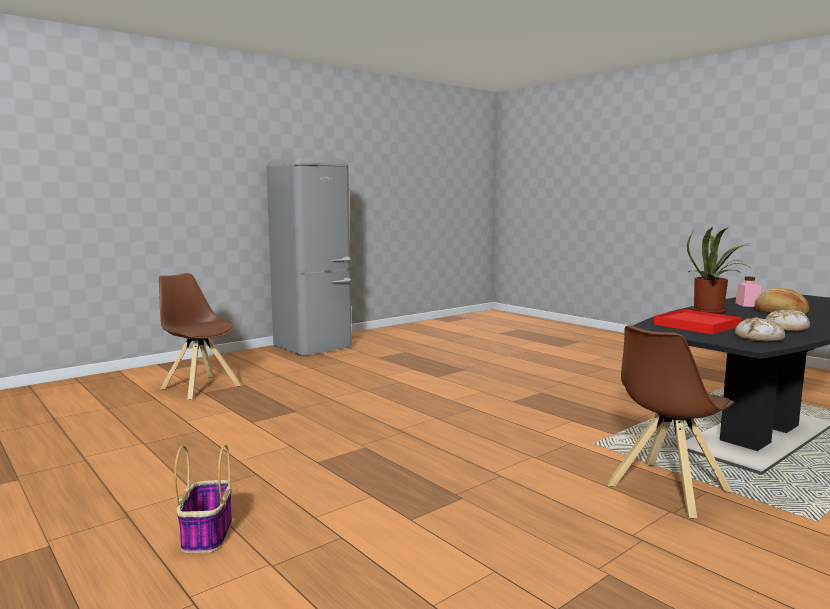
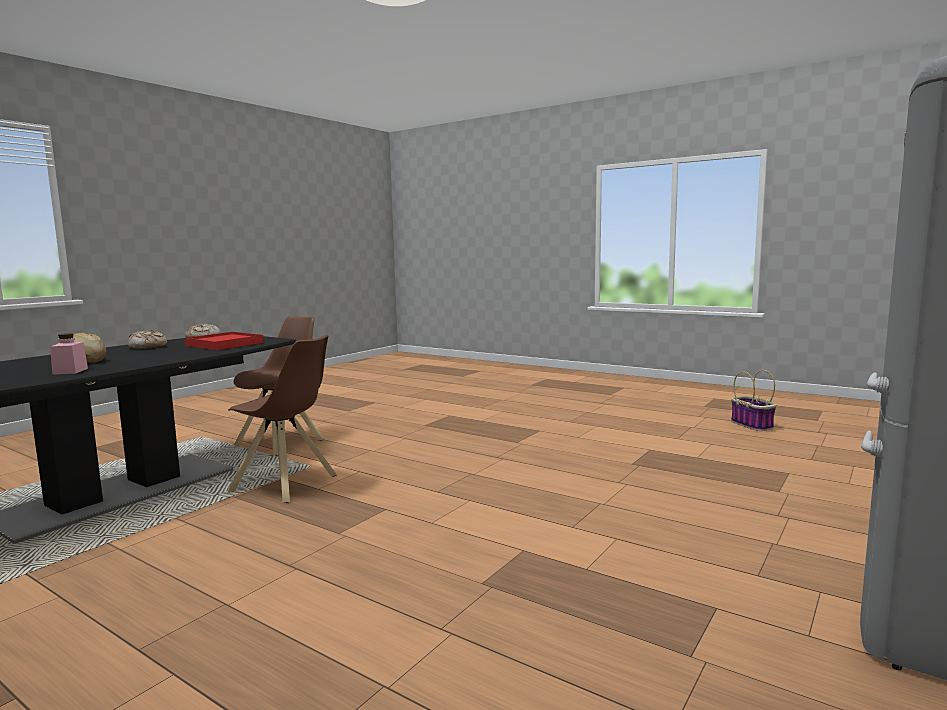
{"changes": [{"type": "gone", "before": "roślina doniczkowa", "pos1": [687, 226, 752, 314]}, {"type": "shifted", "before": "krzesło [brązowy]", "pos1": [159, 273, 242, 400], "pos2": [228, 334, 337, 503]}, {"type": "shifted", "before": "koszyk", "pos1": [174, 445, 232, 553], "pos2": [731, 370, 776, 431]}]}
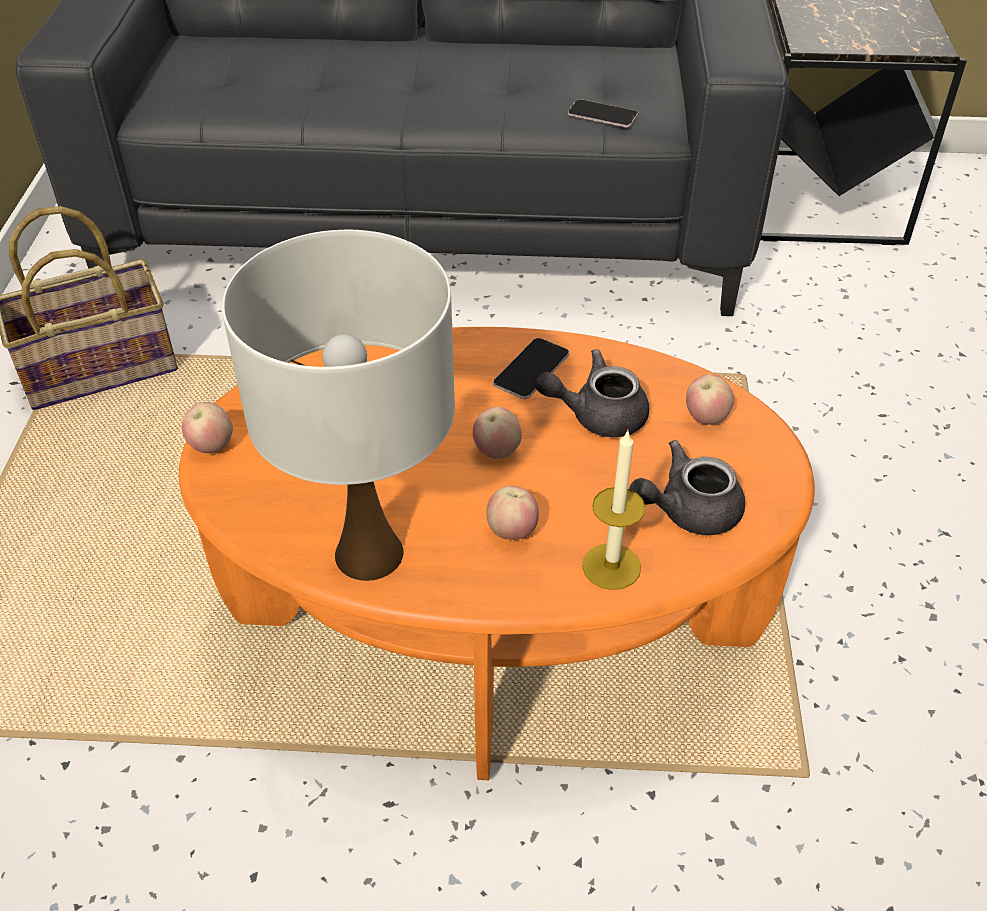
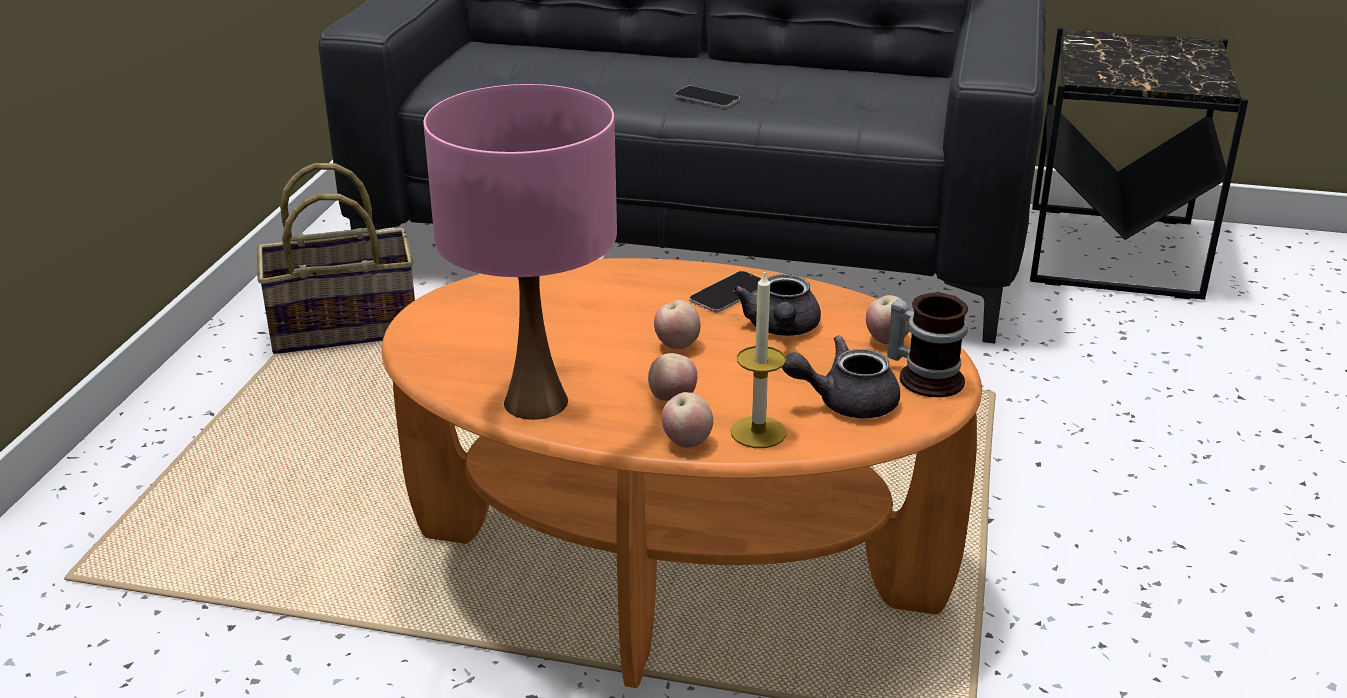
{"changes": [{"type": "shifted", "before": "telefon", "pos1": [568, 99, 638, 127], "pos2": [674, 86, 740, 108]}, {"type": "repainted", "before": "lampa stołowa [biały]", "after": "lampa stołowa [różowy]", "pos1": [222, 230, 455, 581], "pos2": [423, 84, 617, 420]}, {"type": "rotated", "before": "imbryk [szary]", "pos1": [535, 349, 649, 437], "pos2": [733, 274, 821, 336], "turn": -90}, {"type": "shifted", "before": "jabłko", "pos1": [182, 402, 233, 453], "pos2": [662, 392, 713, 448]}, {"type": "new", "after": "kubek", "pos2": [887, 293, 968, 397]}]}
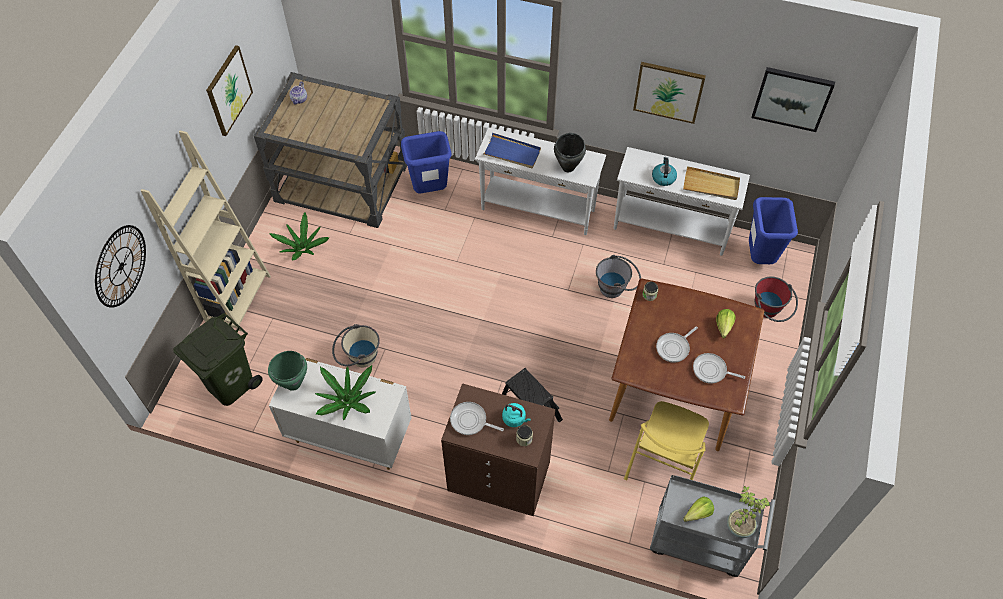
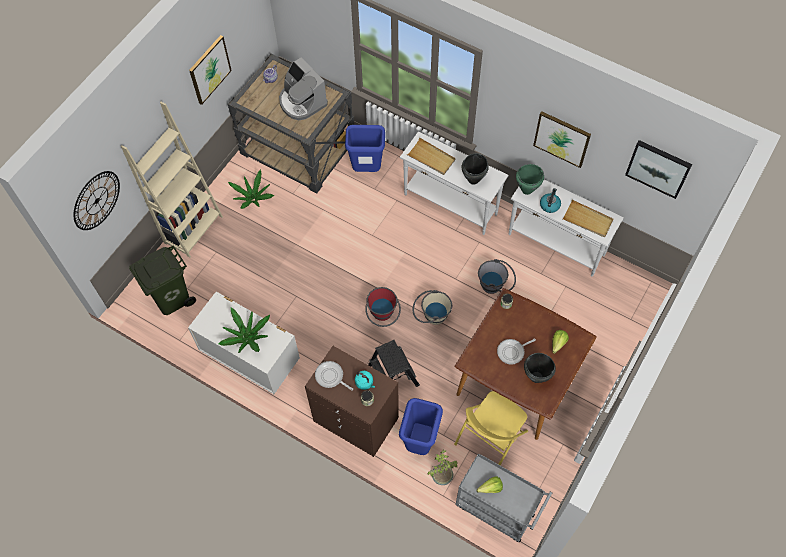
{"changes": [{"type": "repainted", "before": "taca [niebieski]", "after": "taca [beżowy]", "pos1": [484, 133, 541, 168], "pos2": [406, 137, 456, 175]}, {"type": "shifted", "before": "kosz na śmieci [niebieski]", "pos1": [749, 197, 798, 264], "pos2": [399, 398, 443, 455]}, {"type": "shifted", "before": "wiadro [czerwony]", "pos1": [755, 277, 798, 322], "pos2": [365, 287, 401, 327]}, {"type": "shifted", "before": "wiadro [beżowy]", "pos1": [332, 324, 380, 368], "pos2": [412, 290, 452, 325]}, {"type": "shifted", "before": "garnek [zielony]", "pos1": [268, 351, 307, 391], "pos2": [516, 164, 544, 195]}, {"type": "swapped", "before": "patelnia", "after": "garnek [czarny]", "pos1": [693, 353, 745, 384], "pos2": [524, 353, 556, 383]}, {"type": "shifted", "before": "roślina doniczkowa", "pos1": [727, 486, 770, 538], "pos2": [427, 449, 458, 485]}, {"type": "new", "after": "ekspres do kawy", "pos2": [279, 57, 328, 120]}]}
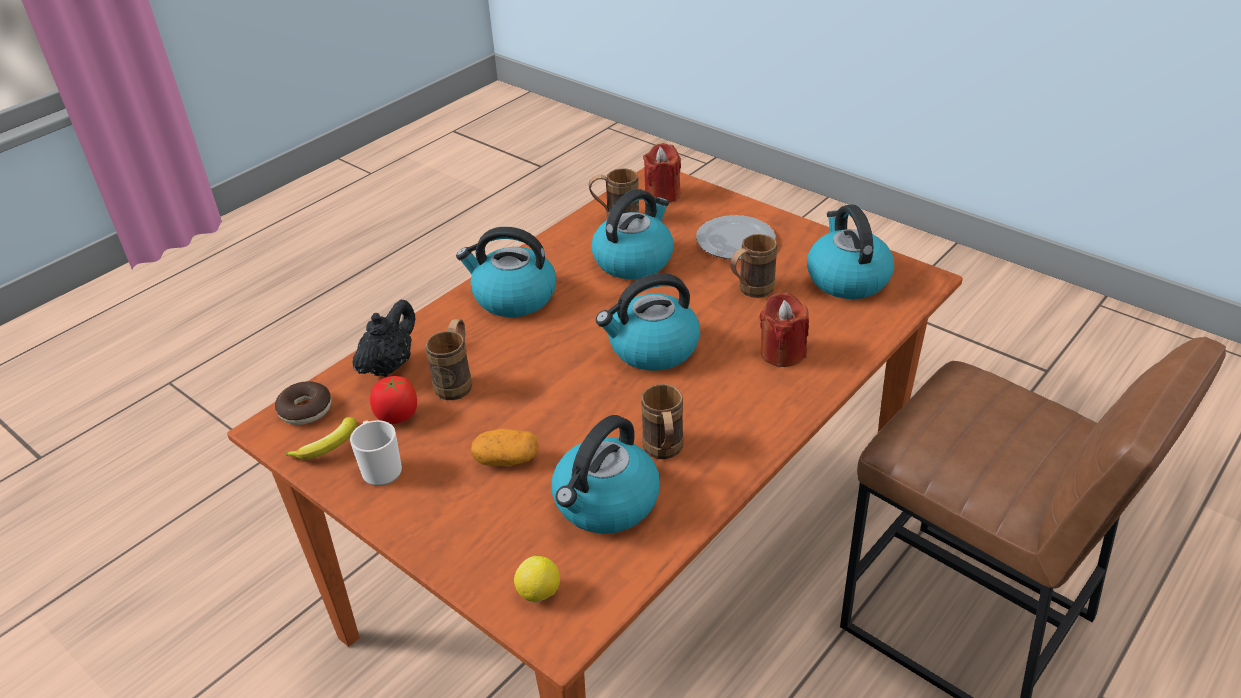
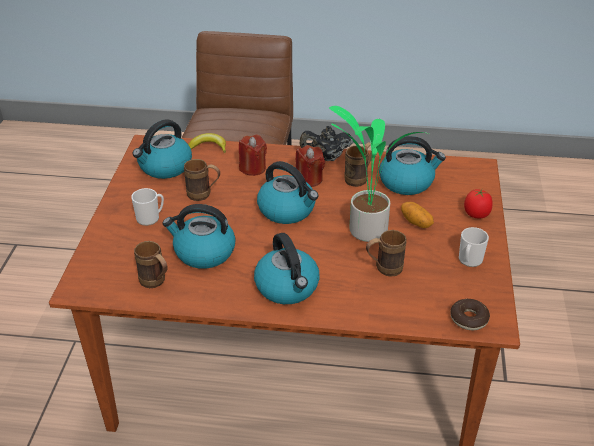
{"changes": [{"type": "shifted", "before": "świeca [czerwony]", "pos1": [643, 143, 681, 203], "pos2": [296, 145, 325, 187]}, {"type": "swapped", "before": "talerz", "after": "kubek", "pos1": [696, 215, 776, 260], "pos2": [131, 188, 164, 226]}, {"type": "shifted", "before": "imbryk [czarny]", "pos1": [353, 299, 415, 377], "pos2": [299, 126, 353, 161]}, {"type": "shifted", "before": "pomidor", "pos1": [370, 375, 417, 424], "pos2": [464, 189, 493, 219]}, {"type": "shifted", "before": "banan", "pos1": [284, 417, 357, 459], "pos2": [188, 133, 226, 153]}, {"type": "gone", "before": "cytryna", "pos1": [514, 556, 560, 603]}, {"type": "new", "after": "roślina doniczkowa", "pos2": [329, 106, 429, 242]}]}
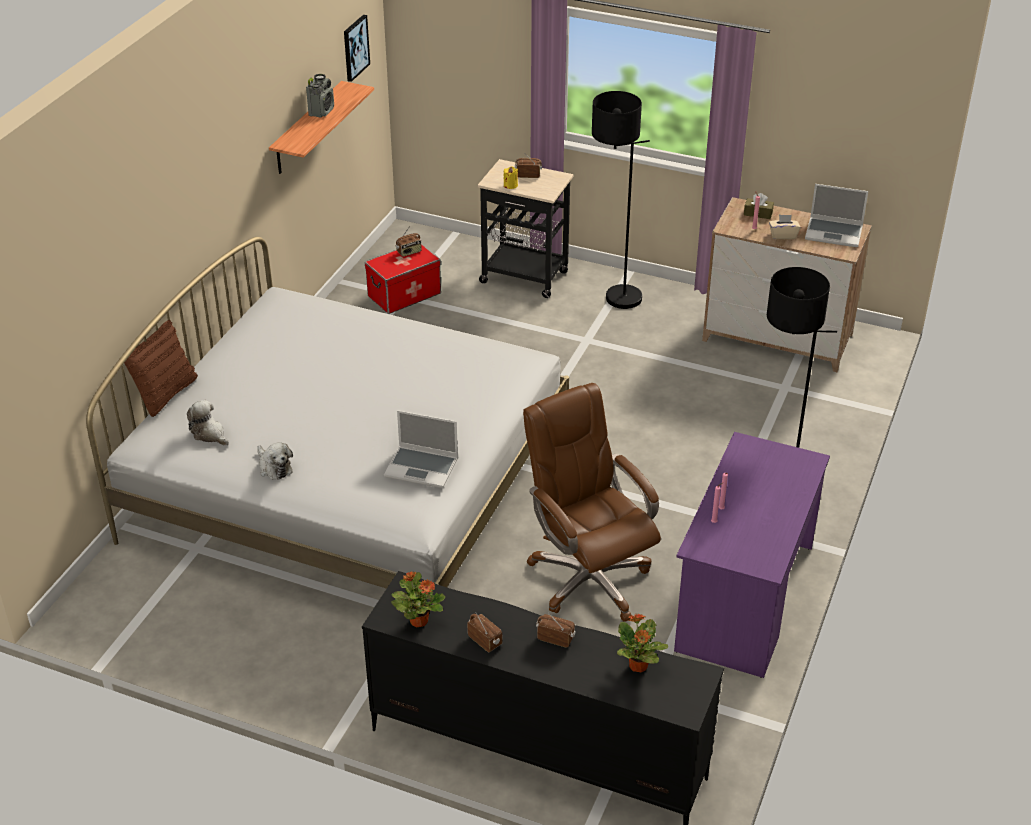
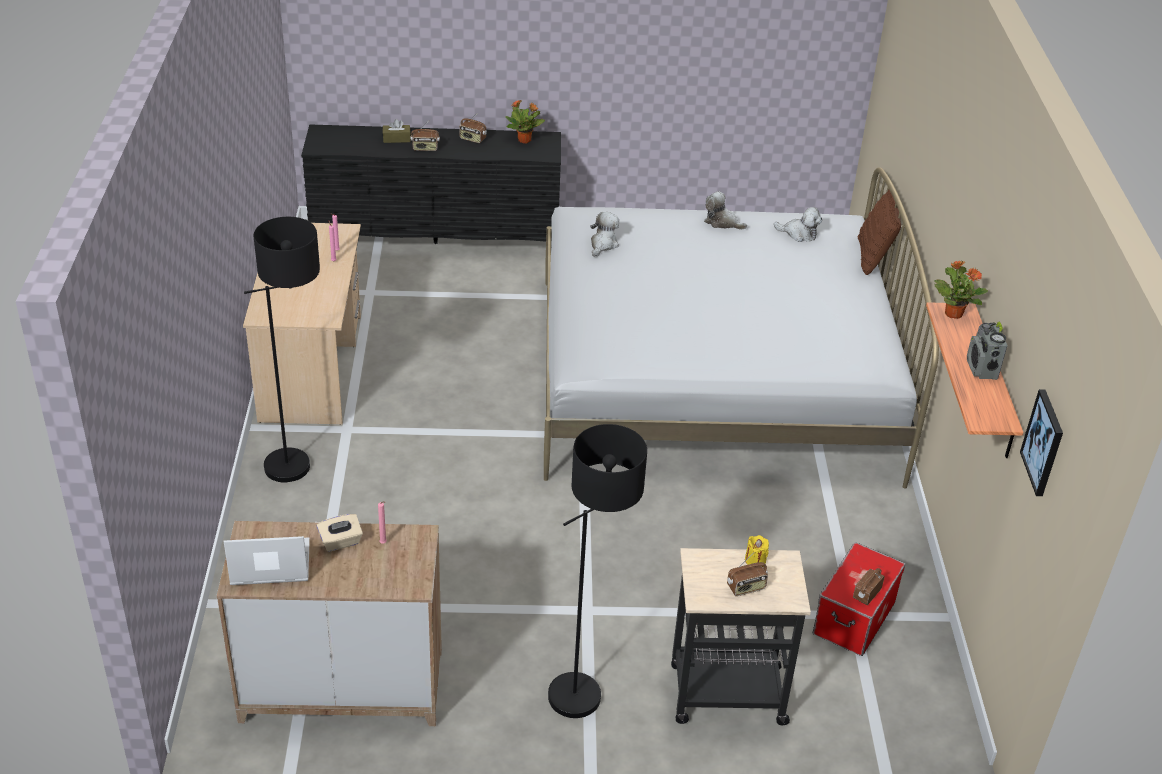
{"changes": [{"type": "shifted", "before": "pudełko chusteczek [brązowy]", "pos1": [744, 193, 774, 219], "pos2": [383, 119, 411, 143]}, {"type": "gone", "before": "krzesło biurowe [brązowy]", "pos1": [523, 383, 661, 622]}, {"type": "swapped", "before": "laptop", "after": "pluszak", "pos1": [384, 410, 458, 488], "pos2": [590, 212, 619, 257]}, {"type": "repainted", "before": "biurko [fioletowy]", "after": "biurko [beżowy]", "pos1": [674, 432, 830, 678], "pos2": [243, 223, 361, 425]}, {"type": "shifted", "before": "roślina doniczkowa", "pos1": [617, 614, 668, 672], "pos2": [934, 261, 988, 319]}]}
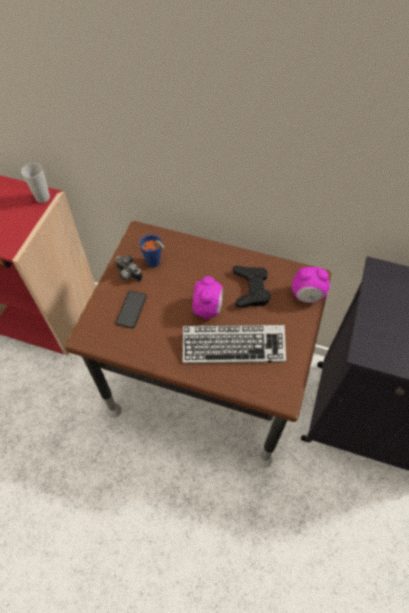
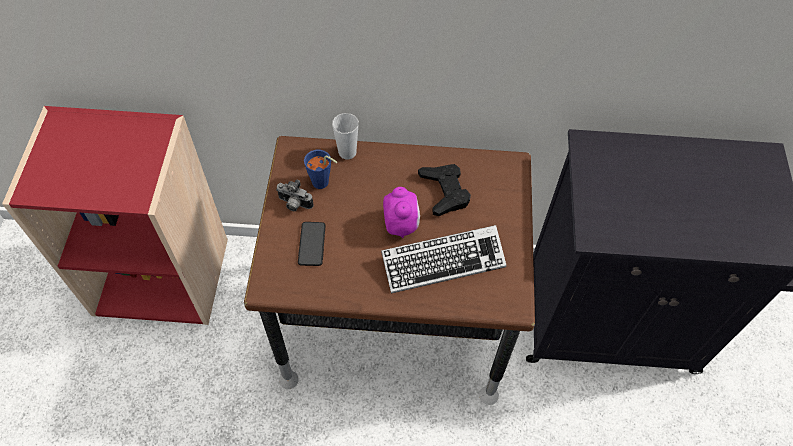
{"changes": [{"type": "shifted", "before": "filiżanka", "pos1": [21, 163, 50, 203], "pos2": [332, 113, 359, 160]}, {"type": "gone", "before": "budzik", "pos1": [292, 267, 330, 303]}]}
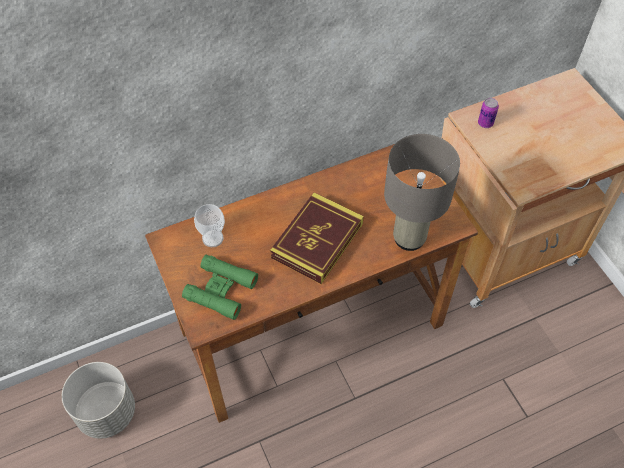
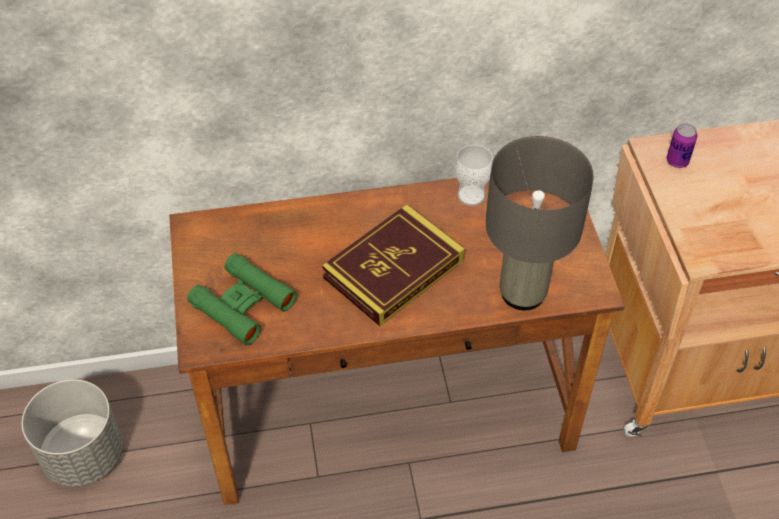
{"changes": [{"type": "shifted", "before": "filiżanka", "pos1": [194, 204, 225, 247], "pos2": [454, 145, 493, 206]}]}
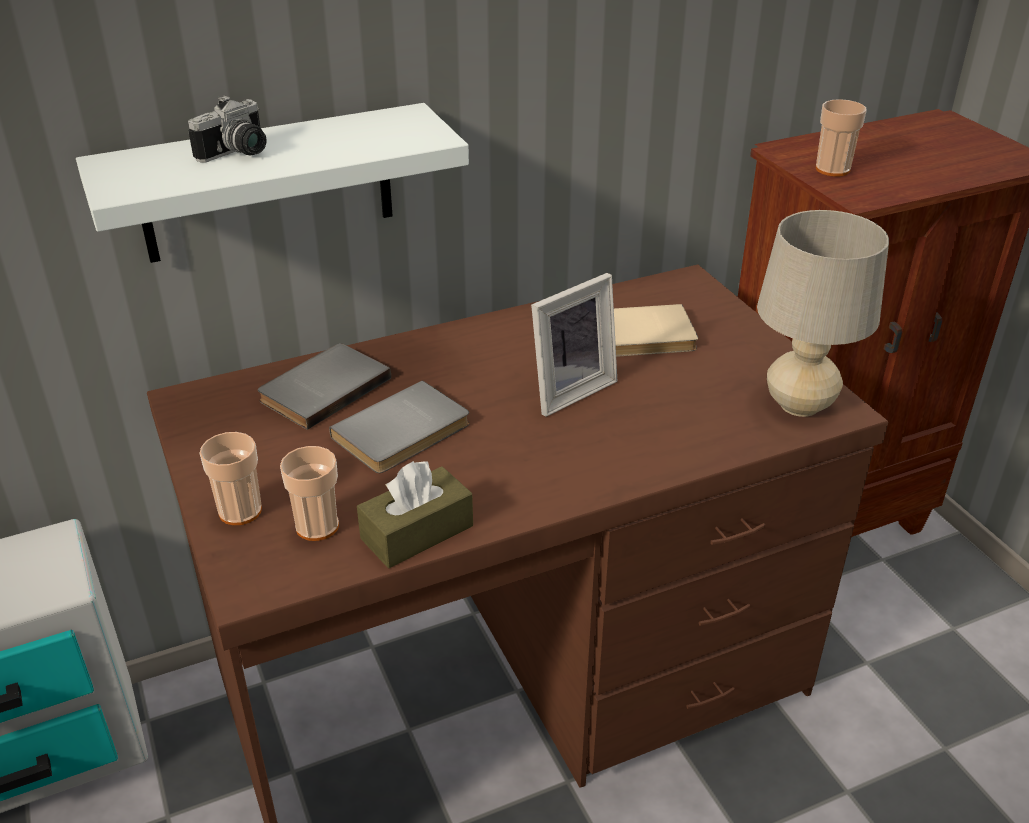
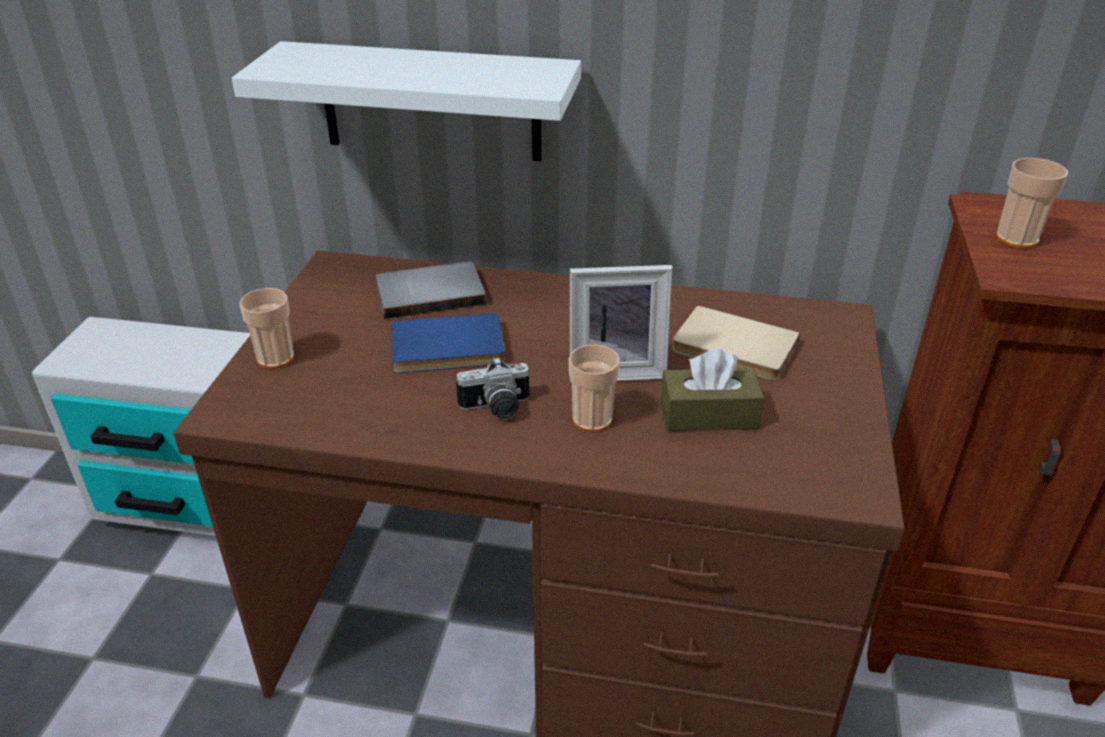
{"changes": [{"type": "shifted", "before": "aparat fotograficzny", "pos1": [188, 95, 267, 162], "pos2": [456, 357, 529, 420]}, {"type": "gone", "before": "lampa stołowa [beżowy]", "pos1": [757, 210, 889, 417]}, {"type": "repainted", "before": "książka [szary]", "after": "książka [niebieski]", "pos1": [329, 380, 469, 473], "pos2": [392, 313, 505, 373]}, {"type": "shifted", "before": "filiżanka", "pos1": [280, 446, 339, 541], "pos2": [569, 344, 620, 432]}, {"type": "shifted", "before": "pudełko chusteczek [brązowy]", "pos1": [357, 461, 473, 568], "pos2": [661, 348, 764, 431]}]}
